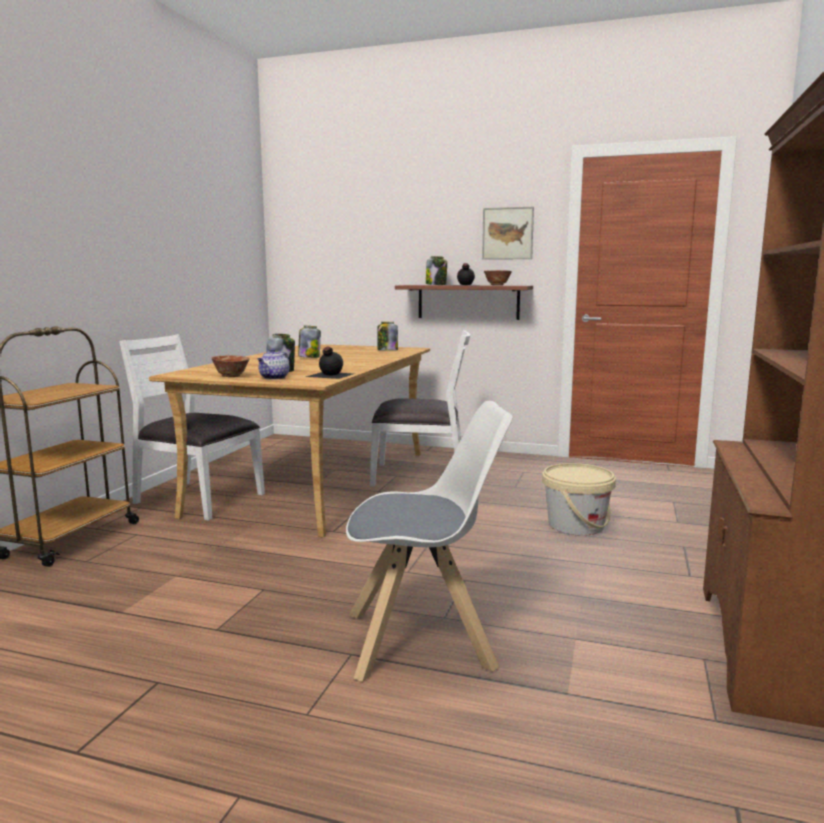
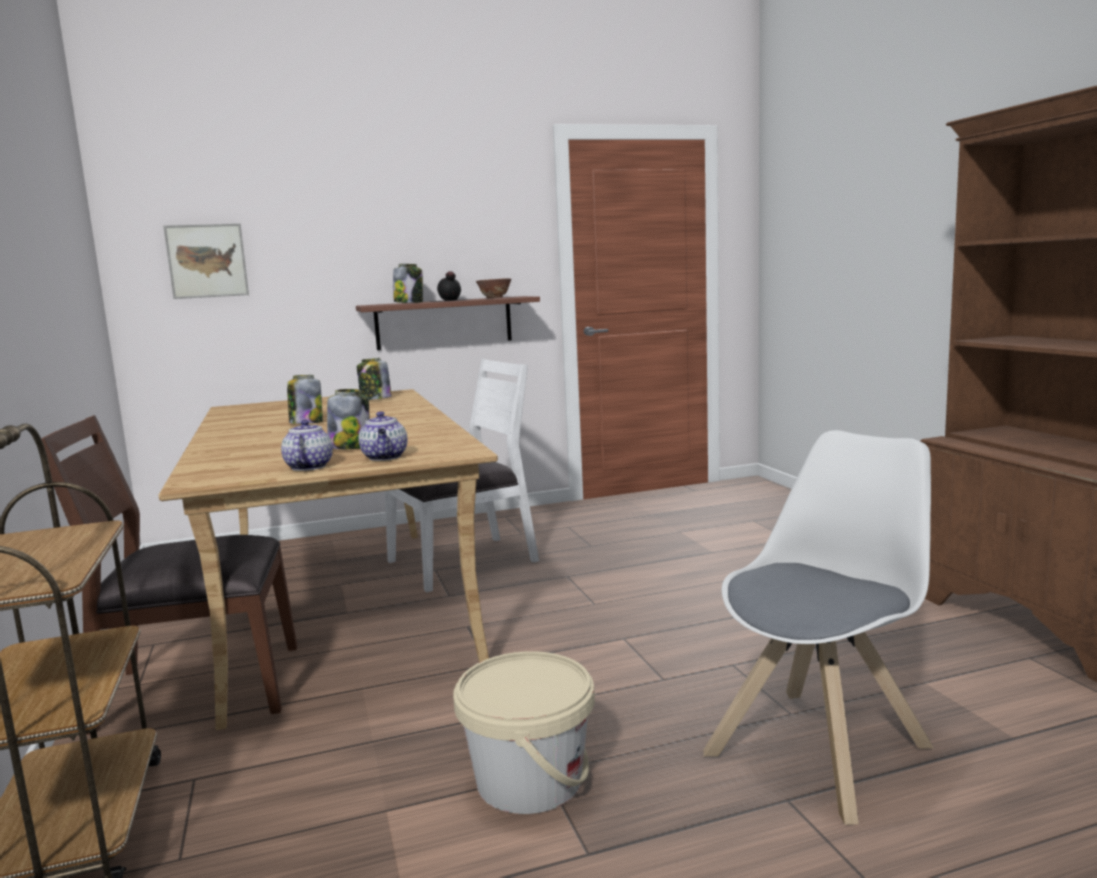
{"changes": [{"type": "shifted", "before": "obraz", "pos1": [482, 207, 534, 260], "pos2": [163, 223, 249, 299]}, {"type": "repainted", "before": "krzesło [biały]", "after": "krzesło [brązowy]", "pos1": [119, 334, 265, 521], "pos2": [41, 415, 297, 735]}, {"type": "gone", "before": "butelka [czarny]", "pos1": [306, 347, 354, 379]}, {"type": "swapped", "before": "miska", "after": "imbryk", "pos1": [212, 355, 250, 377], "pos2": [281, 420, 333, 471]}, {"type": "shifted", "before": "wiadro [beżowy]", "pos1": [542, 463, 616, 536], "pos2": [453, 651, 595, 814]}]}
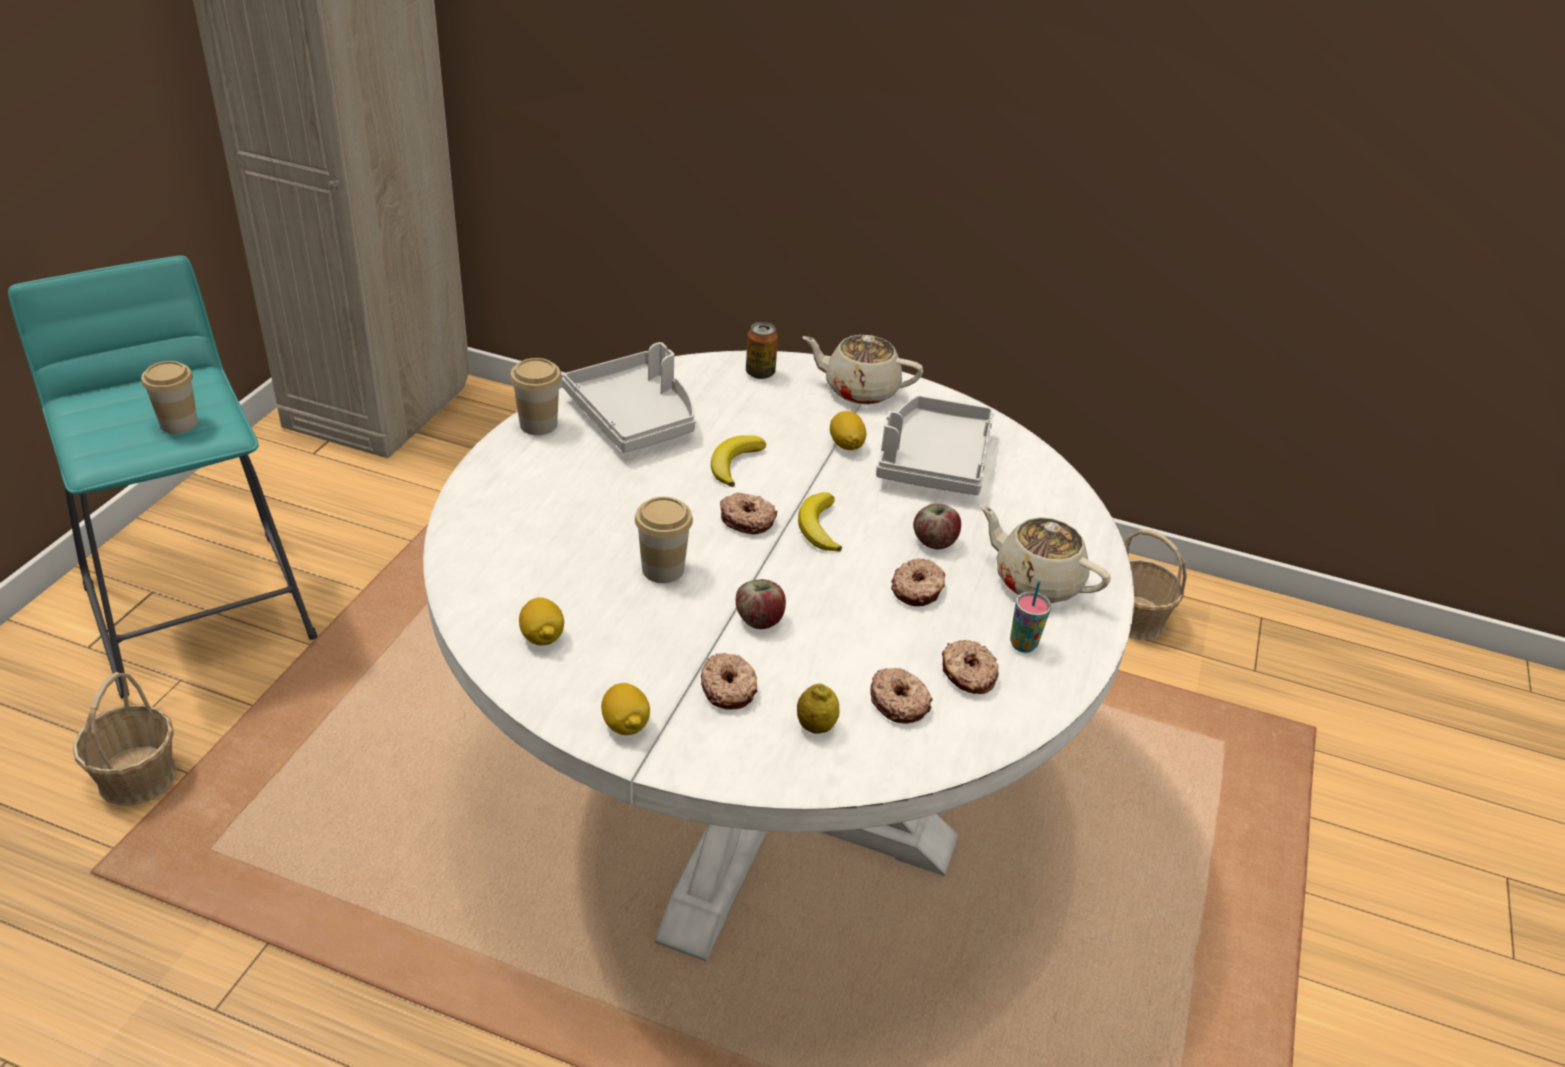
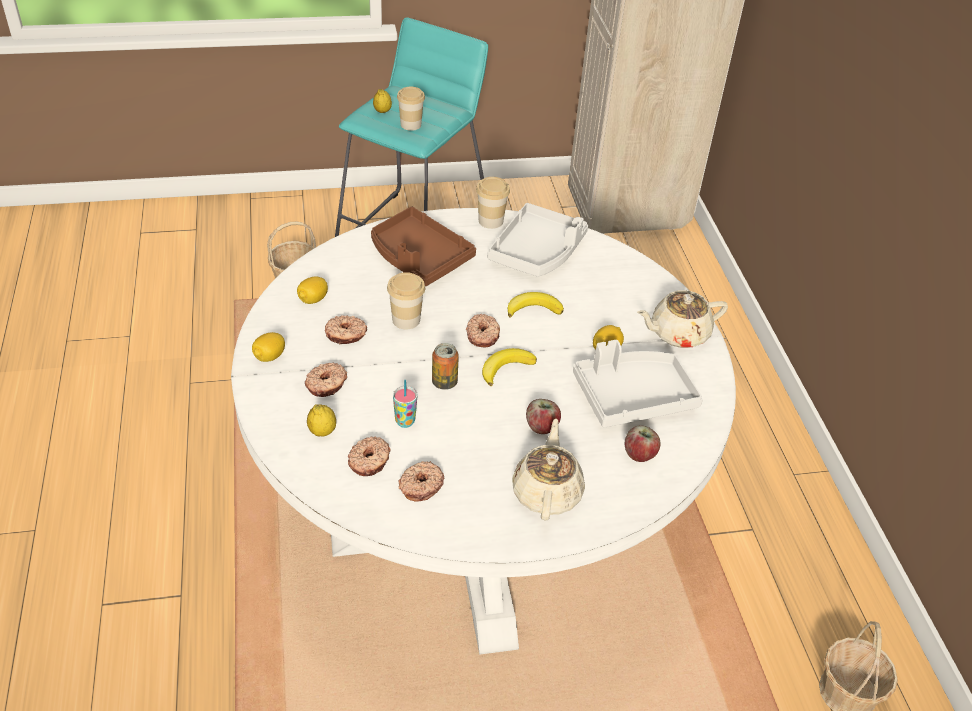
{"changes": [{"type": "shifted", "before": "puszka", "pos1": [746, 322, 778, 379], "pos2": [432, 343, 459, 390]}, {"type": "rotated", "before": "imbryk [beżowy]", "pos1": [802, 335, 923, 405], "pos2": [637, 290, 728, 348], "turn": -90}, {"type": "shifted", "before": "donut", "pos1": [891, 558, 945, 606], "pos2": [325, 315, 367, 344]}, {"type": "shifted", "before": "jabłko", "pos1": [736, 579, 786, 629], "pos2": [625, 425, 660, 462]}, {"type": "shifted", "before": "filiżanka", "pos1": [1010, 581, 1051, 653], "pos2": [393, 380, 417, 428]}, {"type": "new", "after": "cytryna", "pos2": [373, 89, 392, 113]}, {"type": "new", "after": "taca [brązowy]", "pos2": [371, 207, 476, 286]}]}
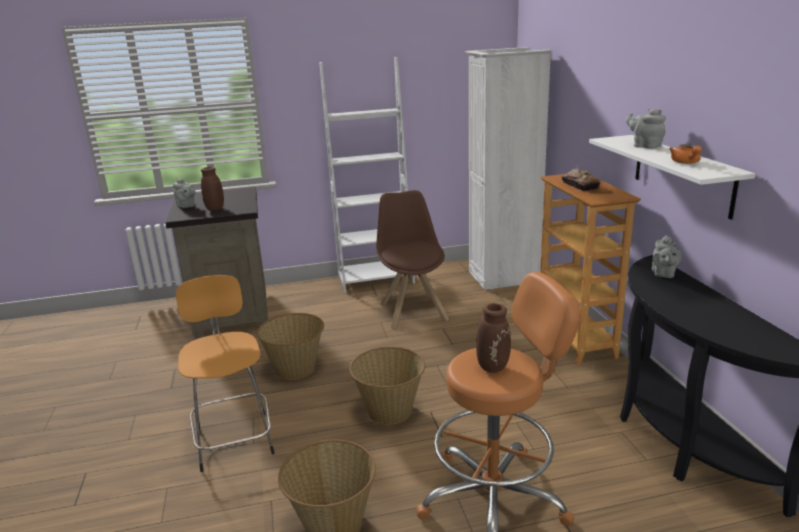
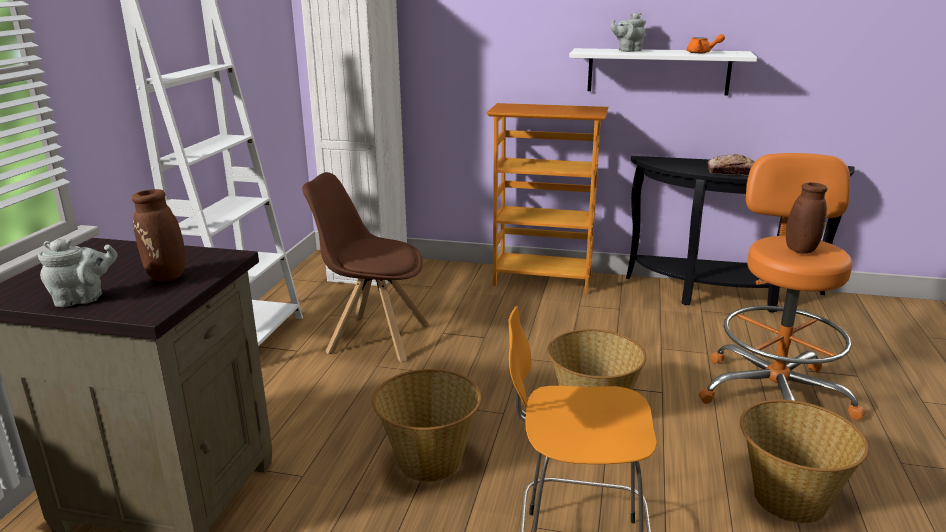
{"changes": [{"type": "shifted", "before": "chleb", "pos1": [562, 169, 600, 191], "pos2": [708, 154, 754, 175]}, {"type": "gone", "before": "imbryk [szary]", "pos1": [652, 235, 682, 278]}]}
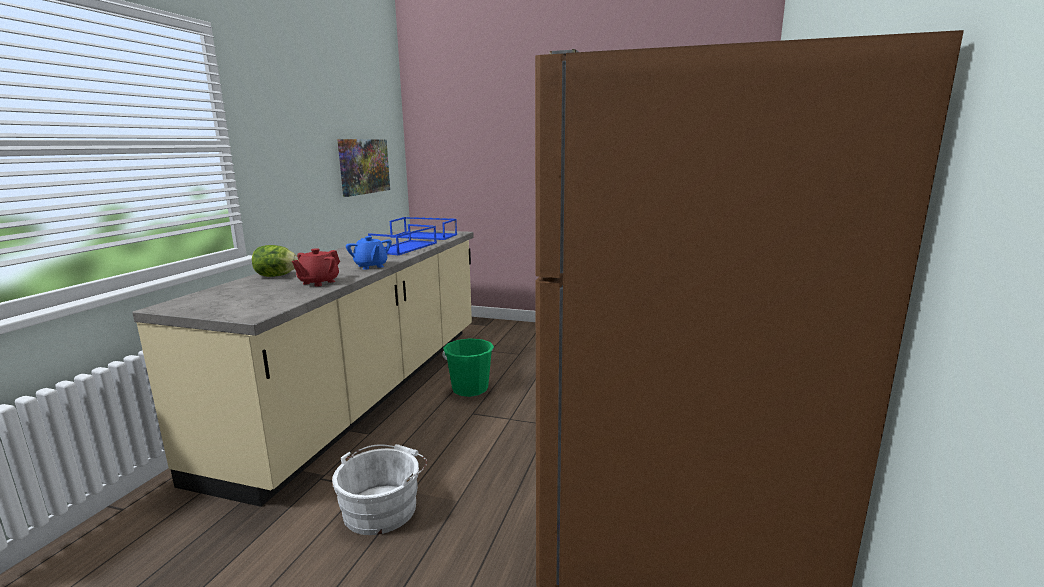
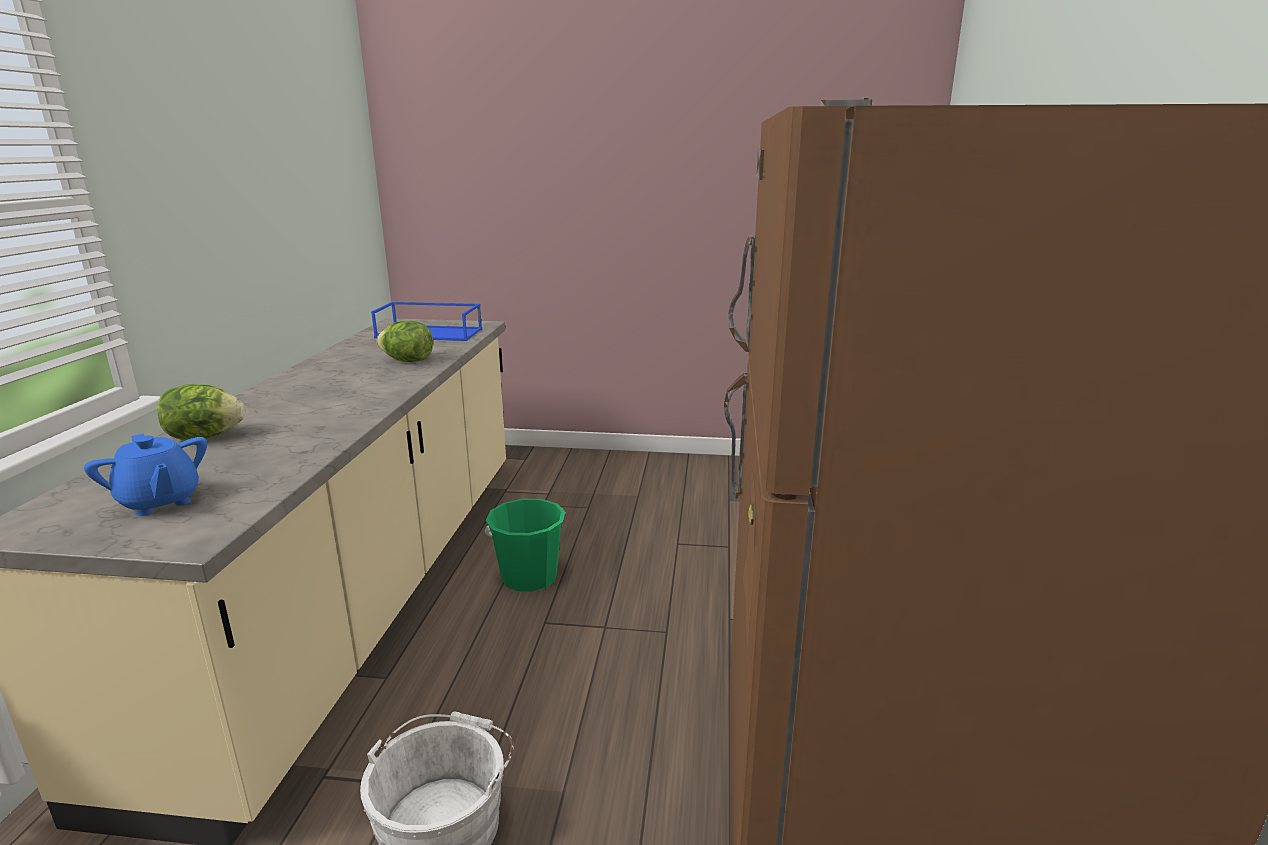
{"changes": [{"type": "gone", "before": "obraz", "pos1": [337, 139, 390, 197]}, {"type": "swapped", "before": "taca [niebieski]", "after": "sałata", "pos1": [368, 224, 437, 255], "pos2": [377, 321, 433, 362]}, {"type": "shifted", "before": "imbryk [niebieski]", "pos1": [346, 236, 392, 270], "pos2": [84, 434, 207, 516]}, {"type": "gone", "before": "imbryk [czerwony]", "pos1": [292, 248, 340, 287]}]}
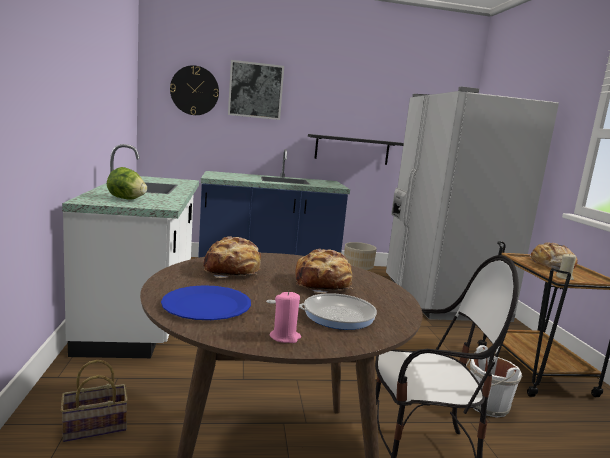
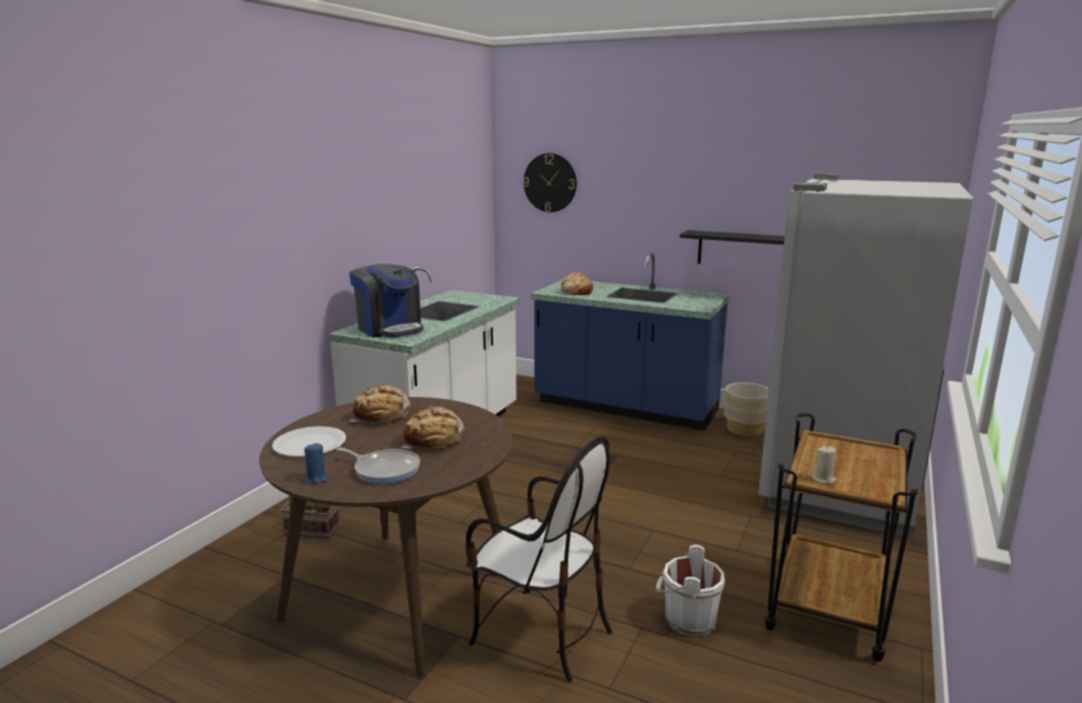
{"changes": [{"type": "gone", "before": "obraz", "pos1": [228, 60, 284, 120]}, {"type": "swapped", "before": "sałata", "after": "ekspres do kawy", "pos1": [107, 167, 147, 200], "pos2": [349, 264, 424, 338]}, {"type": "shifted", "before": "chleb", "pos1": [529, 242, 578, 270], "pos2": [560, 272, 593, 295]}, {"type": "repainted", "before": "talerz [niebieski]", "after": "talerz [biały]", "pos1": [161, 285, 251, 320], "pos2": [272, 426, 346, 457]}, {"type": "repainted", "before": "świeca [różowy]", "after": "świeca [niebieski]", "pos1": [269, 291, 301, 343], "pos2": [304, 443, 328, 484]}]}
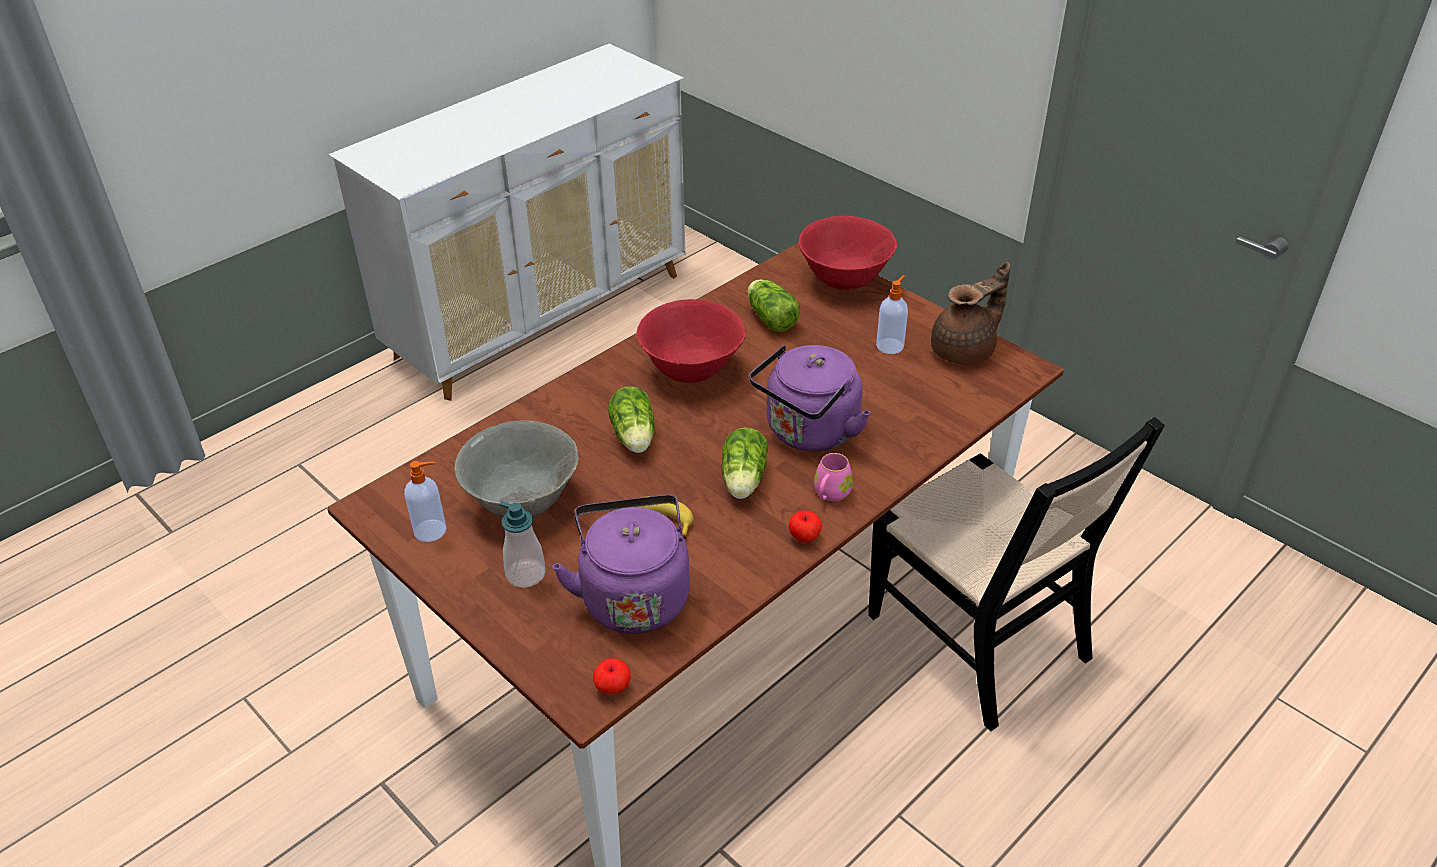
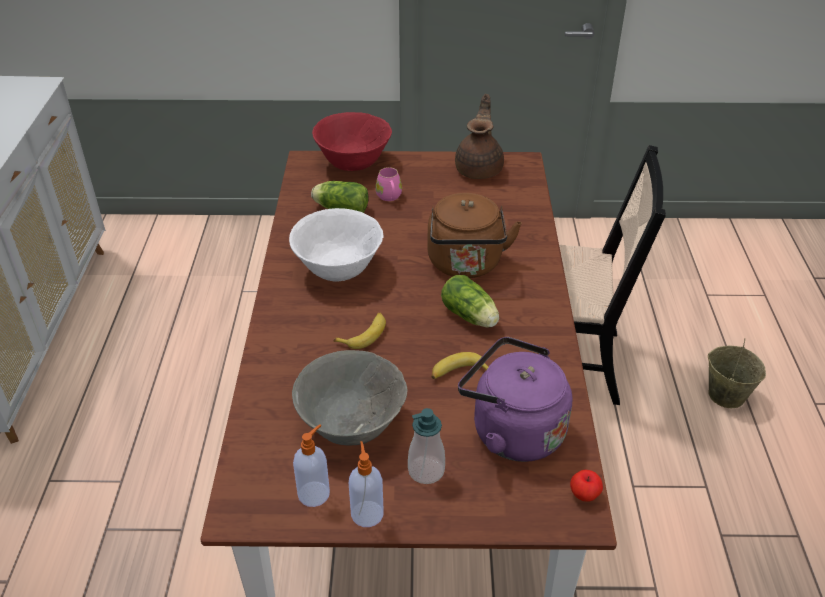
{"changes": [{"type": "shifted", "before": "dozownik mydła", "pos1": [876, 275, 908, 354], "pos2": [349, 441, 384, 527]}, {"type": "repainted", "before": "miska [czerwony]", "after": "miska [biały]", "pos1": [637, 299, 746, 383], "pos2": [289, 208, 383, 282]}, {"type": "repainted", "before": "czajnik [fioletowy]", "after": "czajnik [brązowy]", "pos1": [749, 345, 871, 452], "pos2": [427, 193, 522, 278]}, {"type": "swapped", "before": "sałata", "after": "banan", "pos1": [608, 386, 654, 453], "pos2": [333, 313, 386, 349]}, {"type": "shifted", "before": "kubek [różowy]", "pos1": [814, 453, 853, 501], "pos2": [375, 167, 402, 201]}, {"type": "gone", "before": "jabłko", "pos1": [789, 510, 822, 543]}, {"type": "new", "after": "wiadro [beżowy]", "pos2": [708, 338, 766, 408]}]}
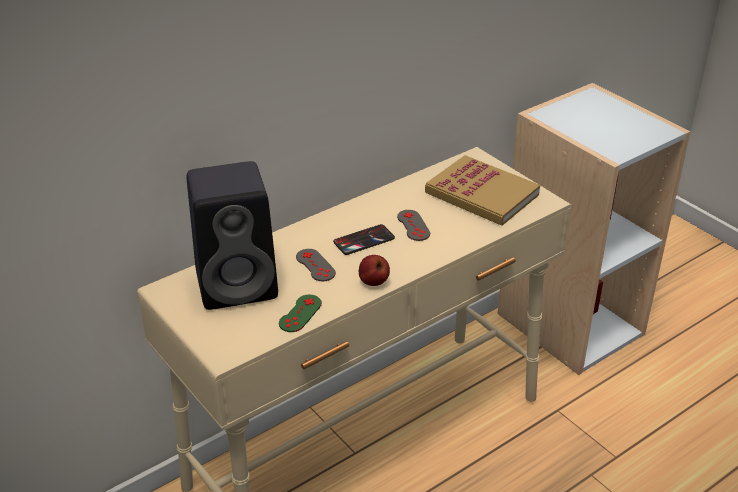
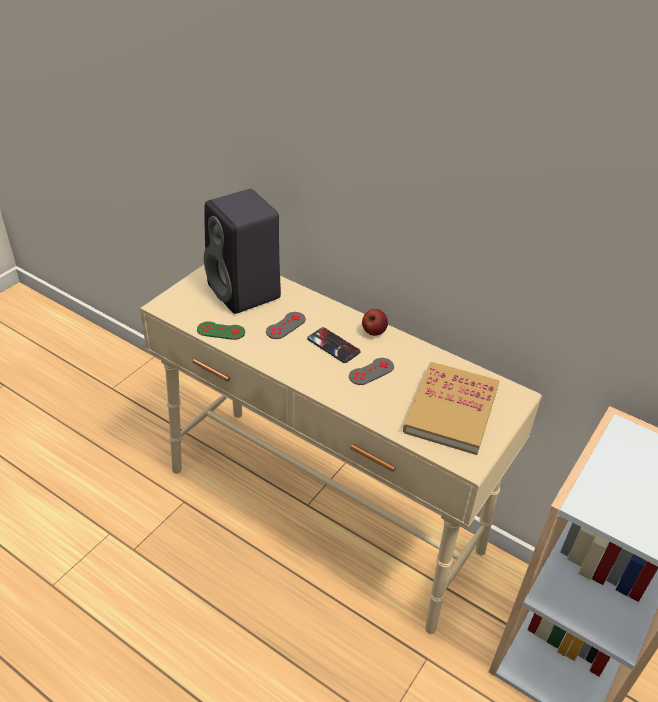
{"changes": [{"type": "shifted", "before": "jabłko", "pos1": [359, 255, 390, 286], "pos2": [362, 309, 388, 336]}]}
